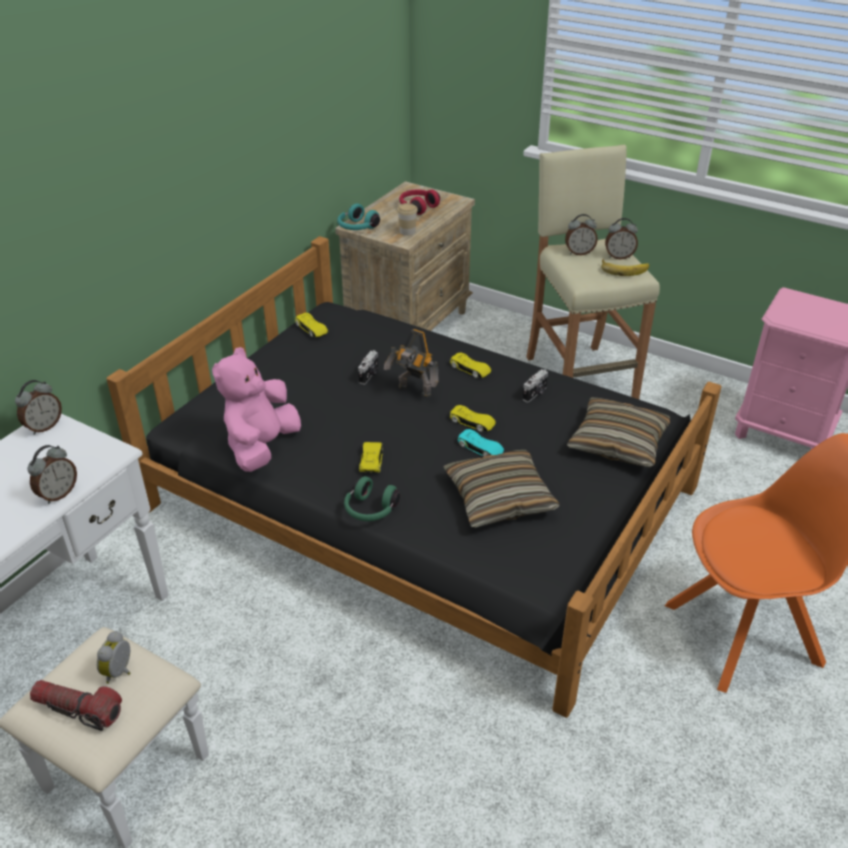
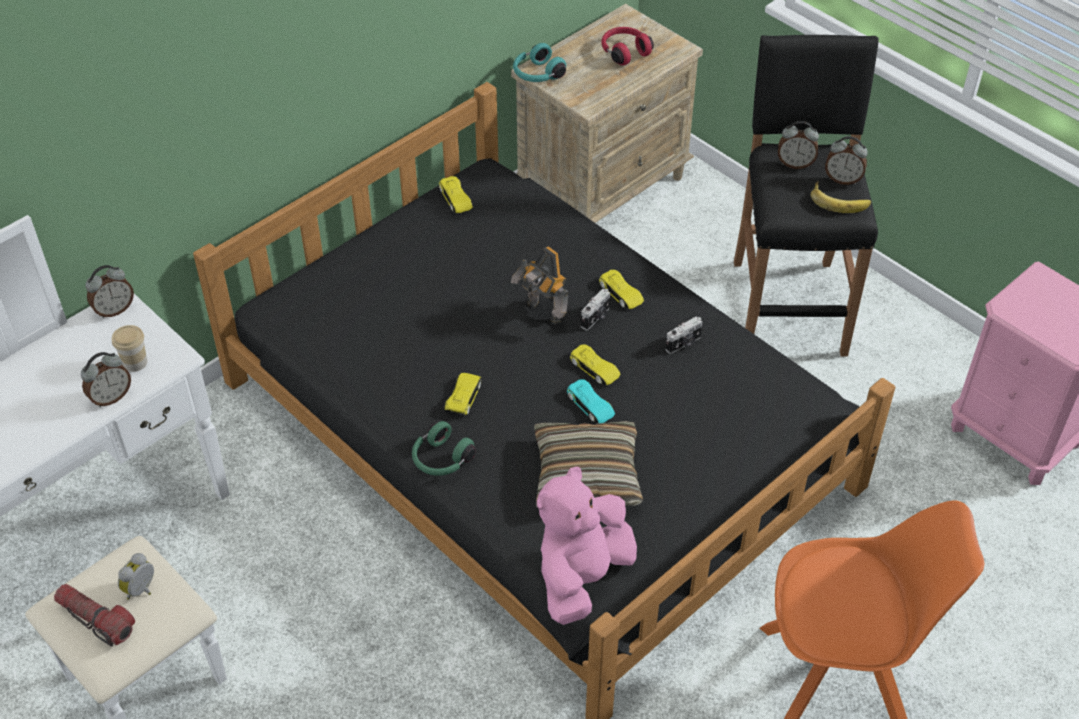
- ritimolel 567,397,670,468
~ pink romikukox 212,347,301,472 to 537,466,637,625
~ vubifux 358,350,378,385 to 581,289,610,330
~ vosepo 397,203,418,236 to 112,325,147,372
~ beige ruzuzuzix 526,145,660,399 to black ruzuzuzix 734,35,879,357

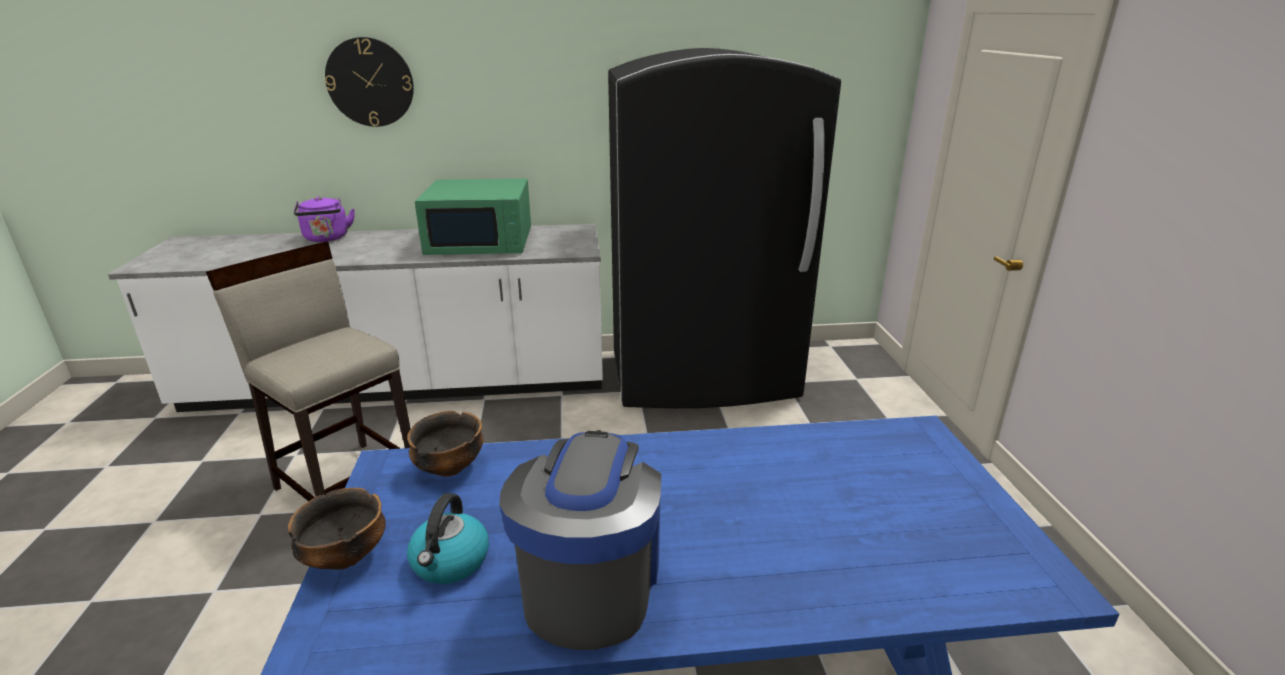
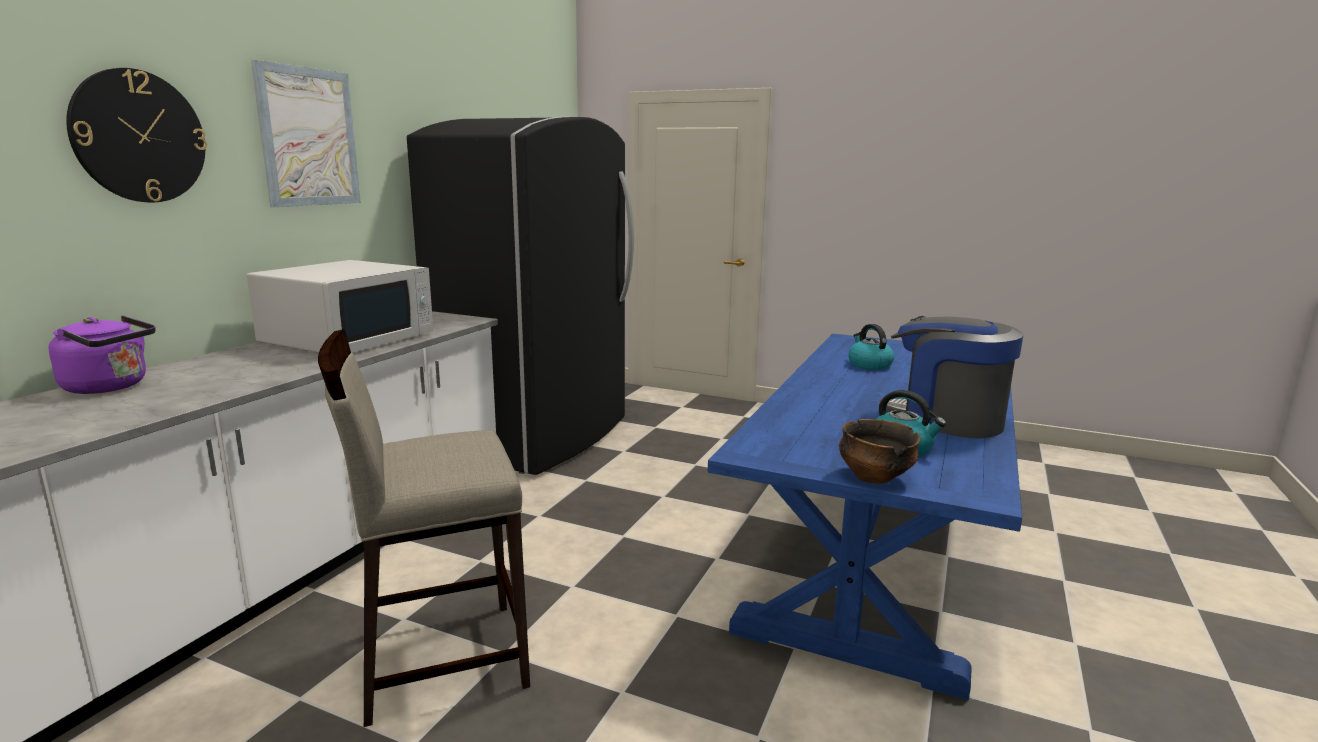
- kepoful 407,411,484,477
+ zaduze 251,60,361,207
+ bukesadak 849,324,894,370
~ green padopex 415,179,531,255 to white padopex 247,260,433,353

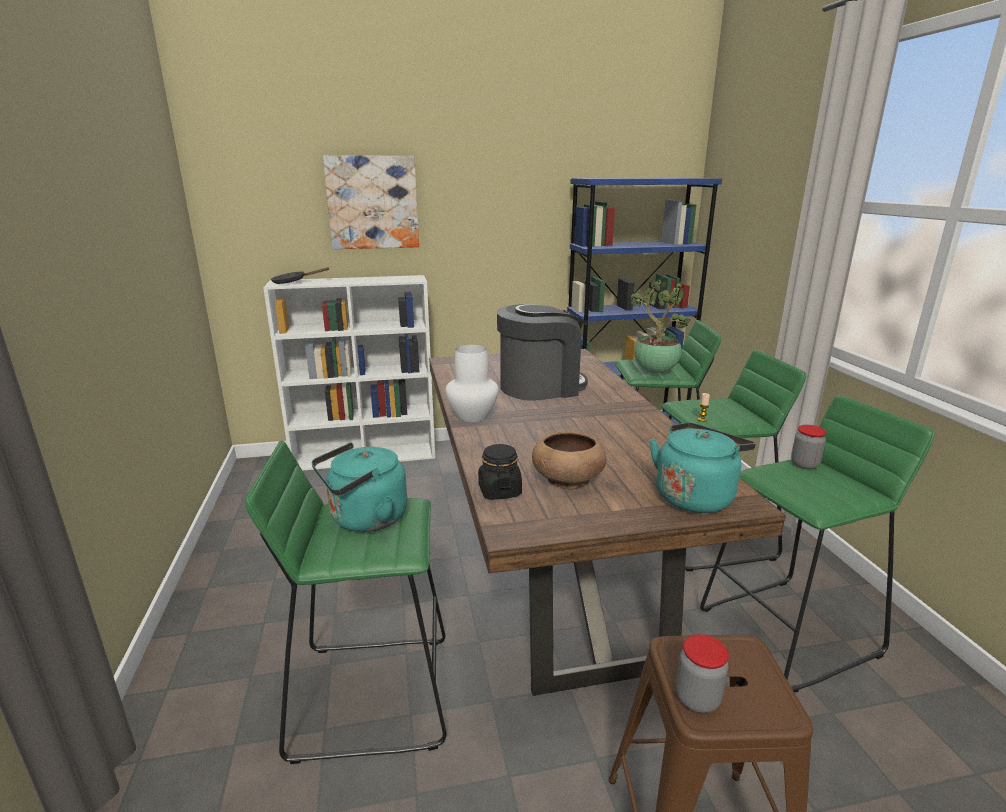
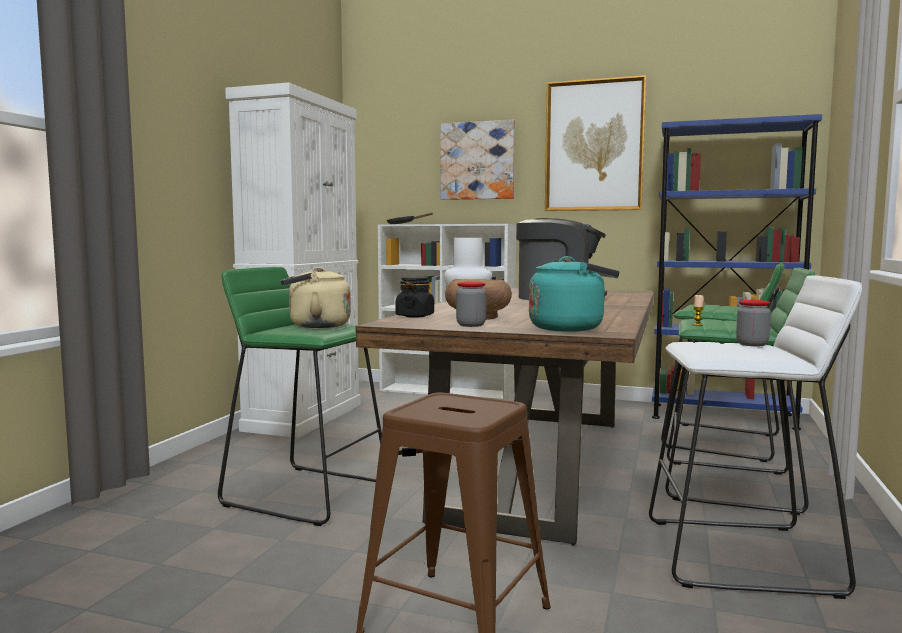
- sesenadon 631,280,690,374
+ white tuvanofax 225,82,361,438
+ zaduze 545,75,646,211
~ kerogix 676,634,729,713 to 456,281,486,327
~ turquoise bukesadak 312,442,407,532 to beige bukesadak 281,267,351,328
~ green ruzuzuzix 700,395,935,692 to white ruzuzuzix 649,275,862,599

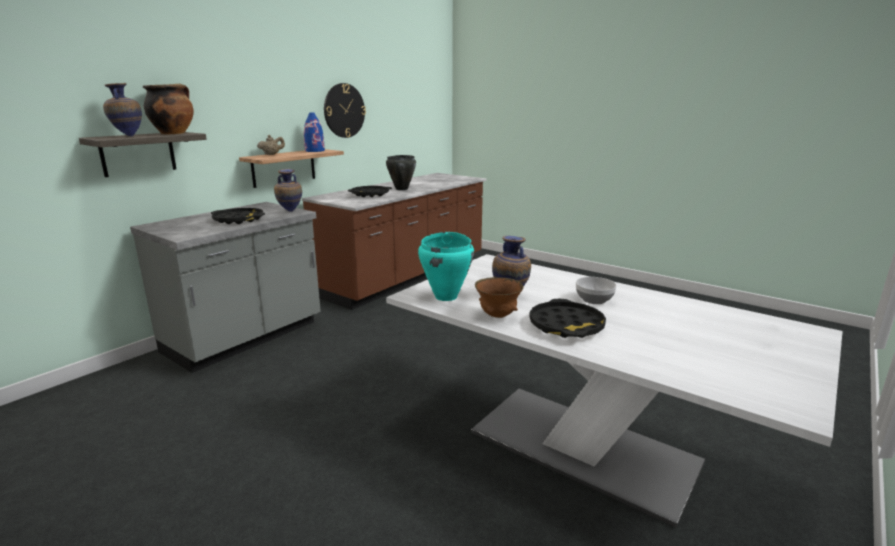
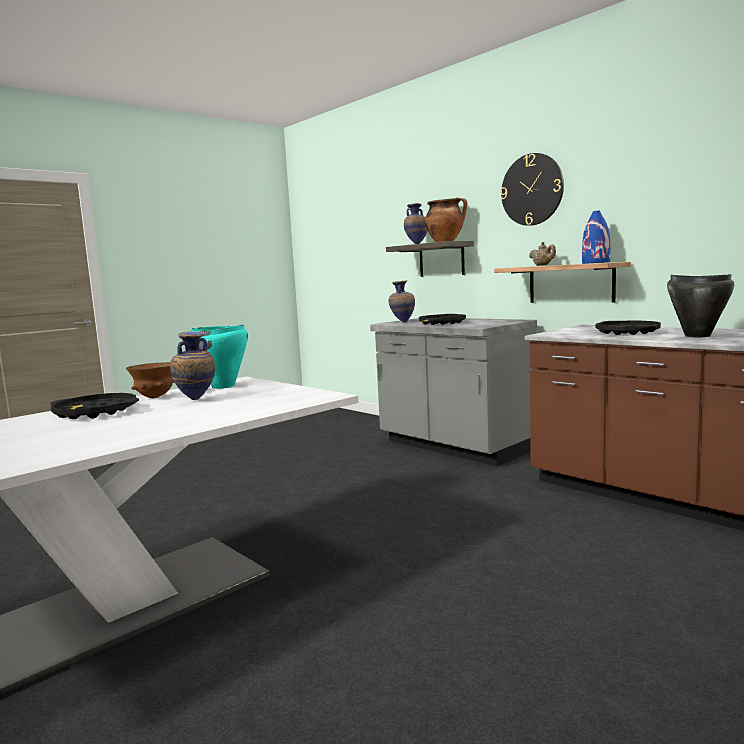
- kepoful 576,277,616,304
~ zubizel 274,169,302,212 to 388,280,415,323
~ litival 324,83,366,138 to 500,153,564,226

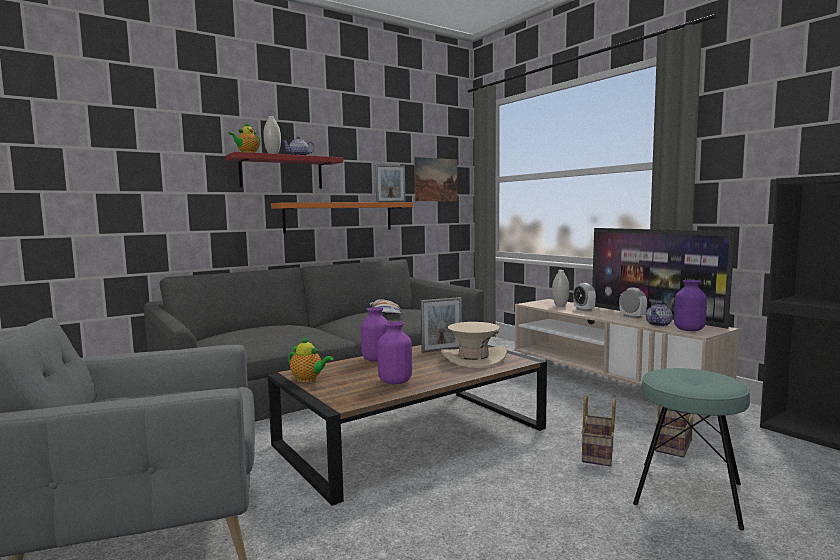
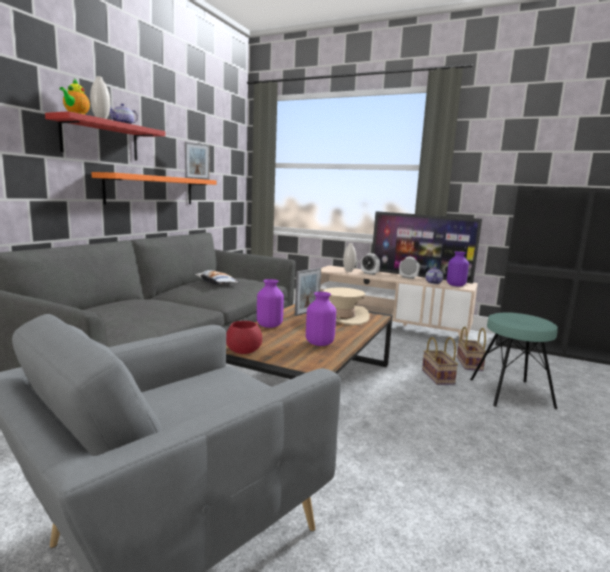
- zaduze 414,157,458,201
~ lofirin 288,336,334,382 to red kepoful 226,321,262,354

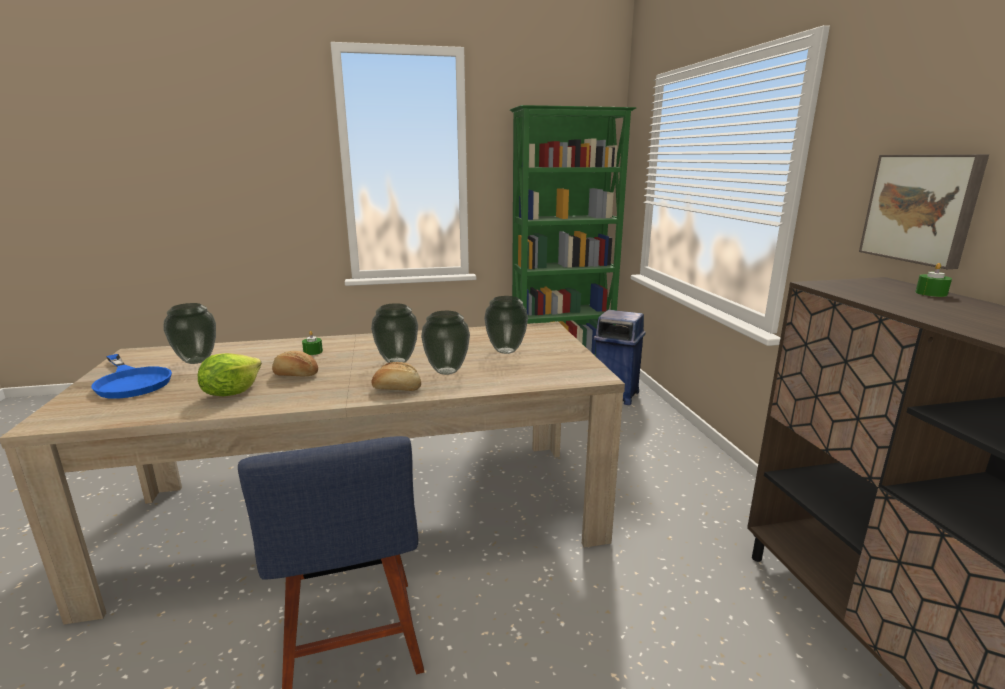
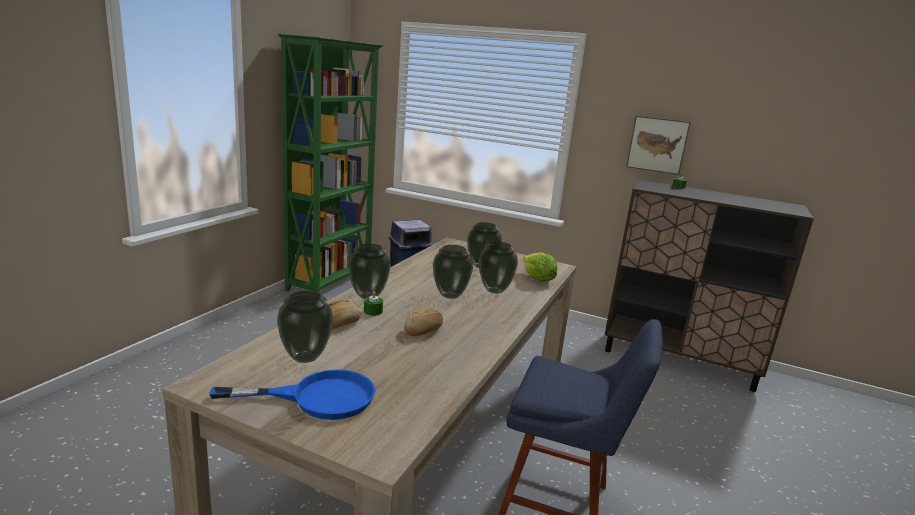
+ zubizel 348,243,391,299
~ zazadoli 198,353,262,396 to 523,252,557,282
~ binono 371,362,421,391 to 328,300,360,329

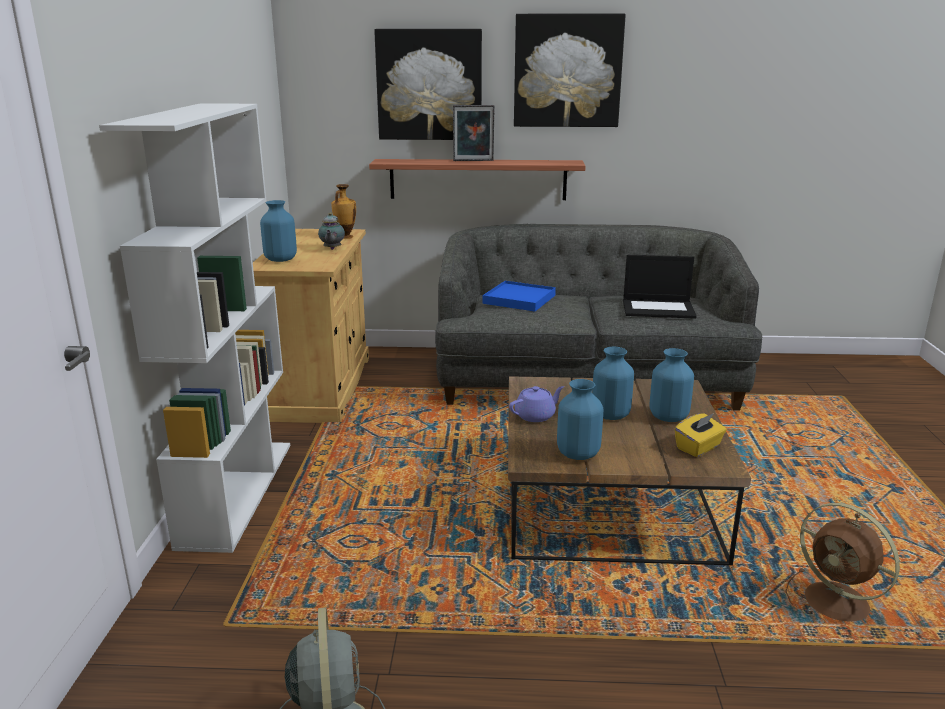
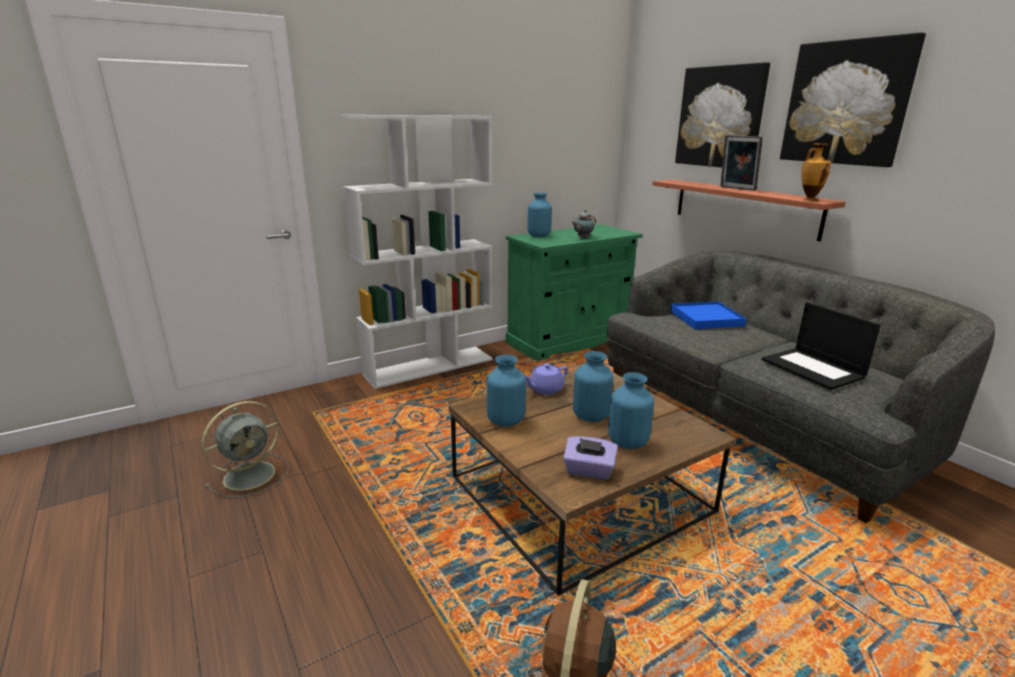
~ zubizel 331,184,356,239 to 802,143,831,201
~ beige tuvanofax 253,229,369,423 to green tuvanofax 506,224,643,361
~ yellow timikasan 675,413,727,457 to purple timikasan 563,436,618,480
~ purple lofirin 509,386,564,422 = 525,363,568,395 120 degrees clockwise

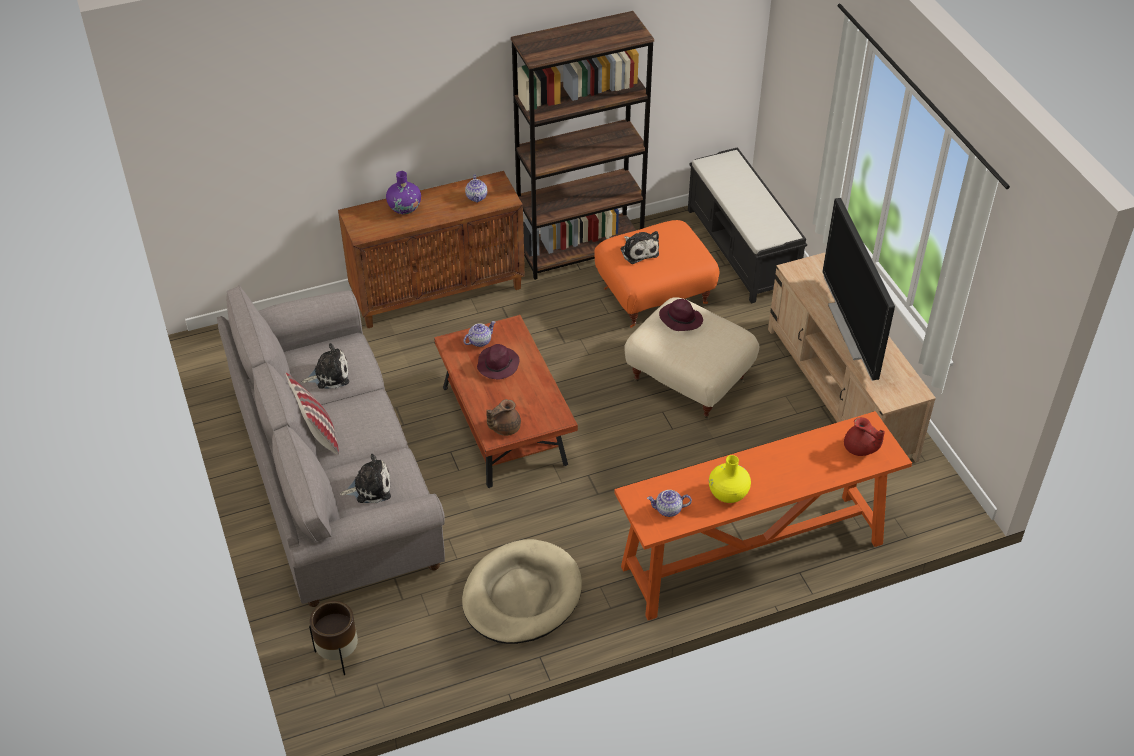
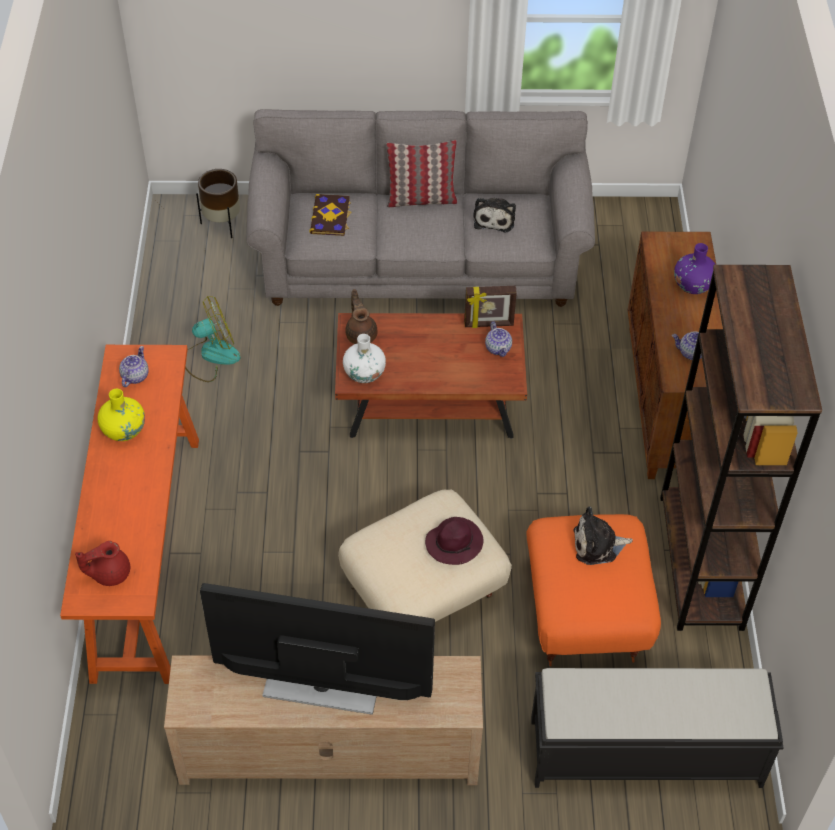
- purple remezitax 477,344,519,379
+ white zubizel 343,334,386,383
+ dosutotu 464,286,517,328
~ romikukox 340,454,391,503 to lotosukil 310,194,352,236
~ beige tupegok 462,539,582,644 to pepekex 185,296,241,382

